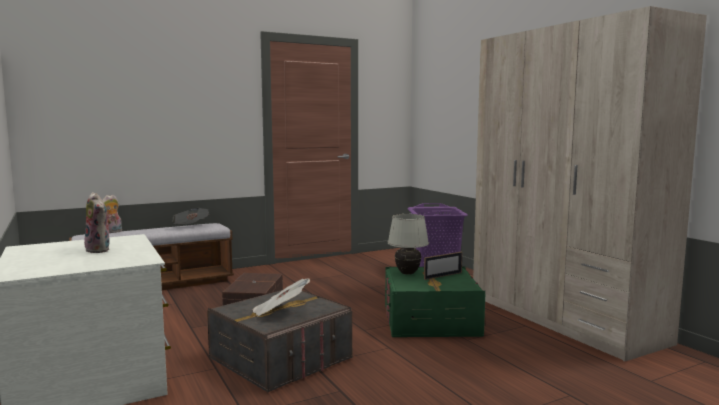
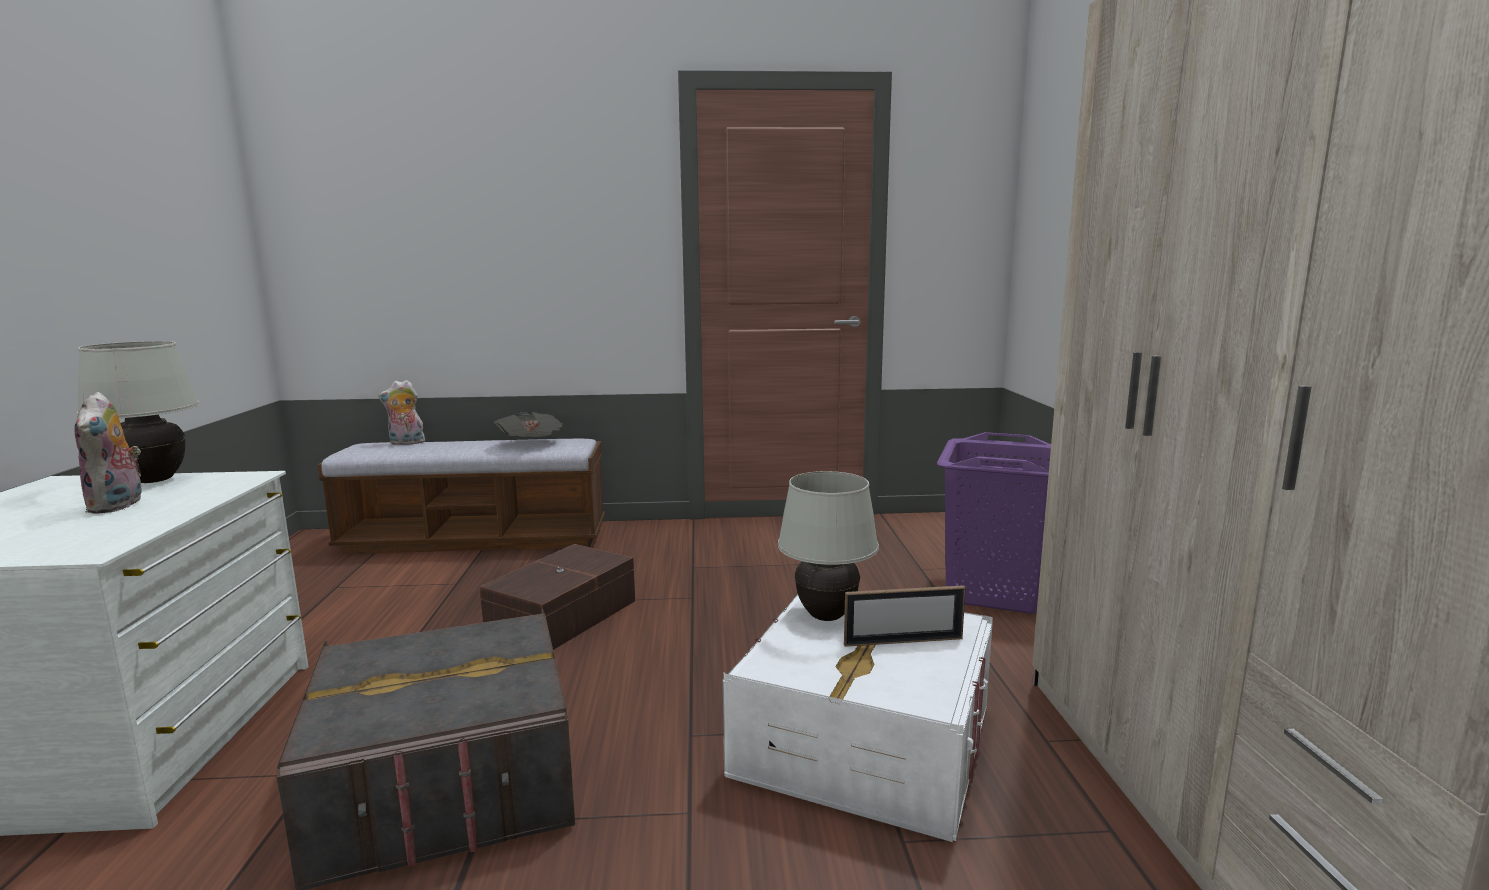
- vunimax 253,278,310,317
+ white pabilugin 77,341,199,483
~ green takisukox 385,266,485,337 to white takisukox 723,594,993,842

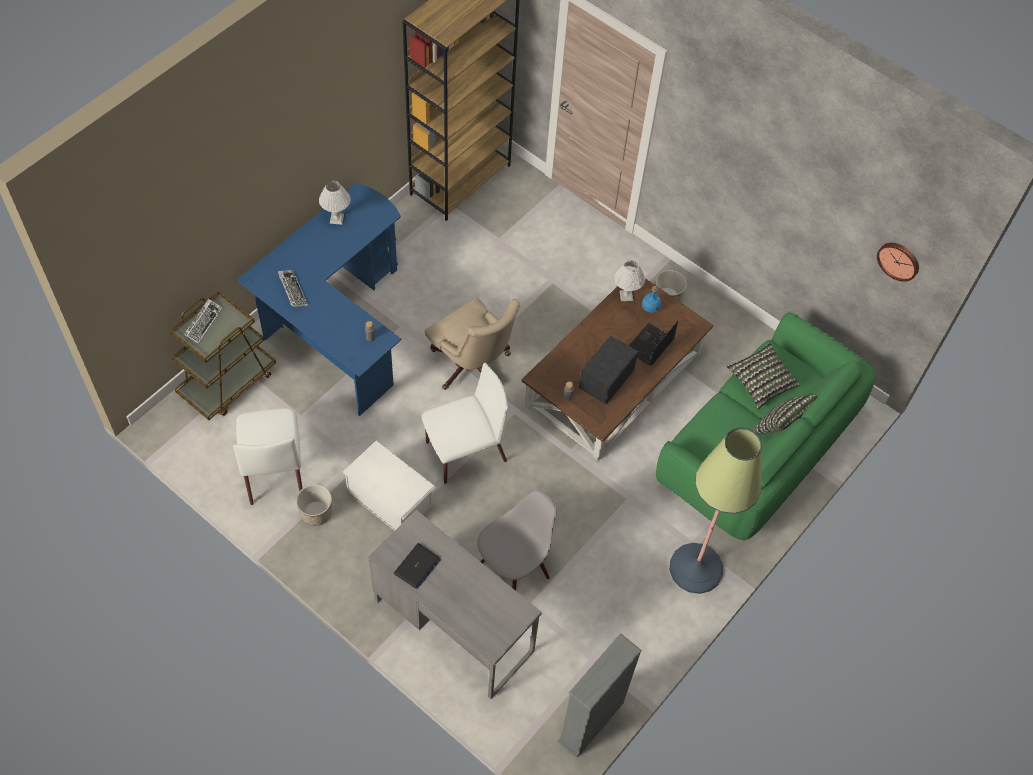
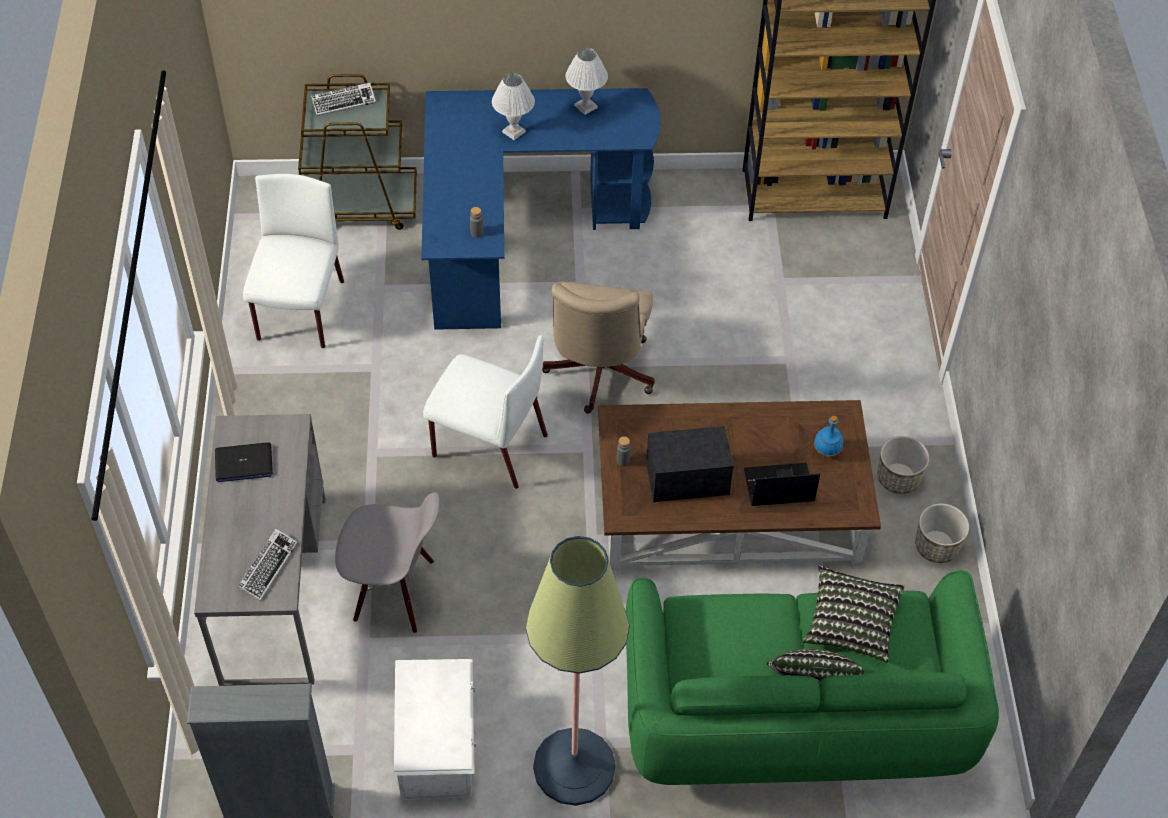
- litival 877,243,919,282
~ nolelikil 278,270,308,307 to 237,528,298,601
~ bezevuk 296,484,332,526 to 915,504,969,563
~ white takisukox 343,441,436,531 to 394,659,476,800
~ white pabilugin 614,260,645,301 to 492,73,535,140
~ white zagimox 233,408,302,505 = 243,174,344,348 150 degrees clockwise

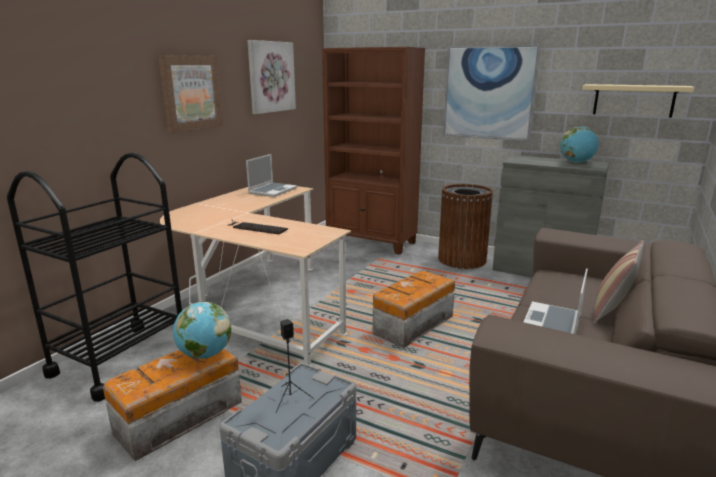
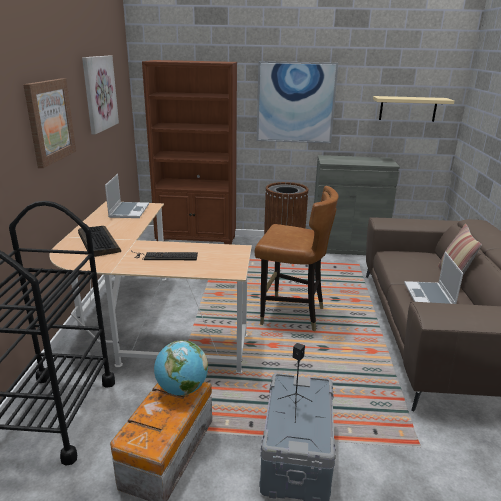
- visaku 560,126,599,163
+ nolelikil 78,226,121,257
~ takisukox 373,271,455,348 to brown zagimox 255,186,339,332

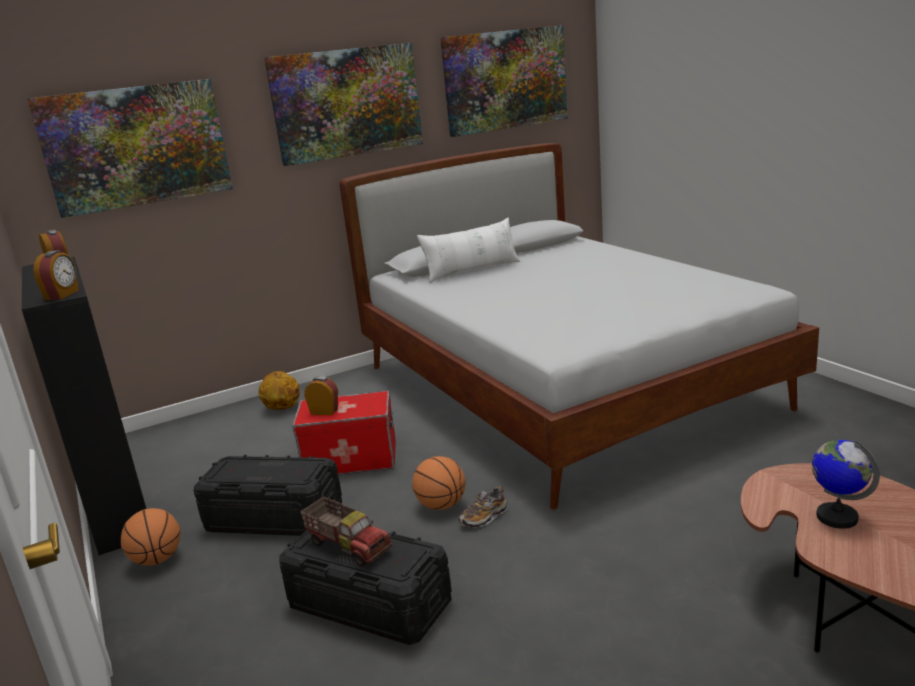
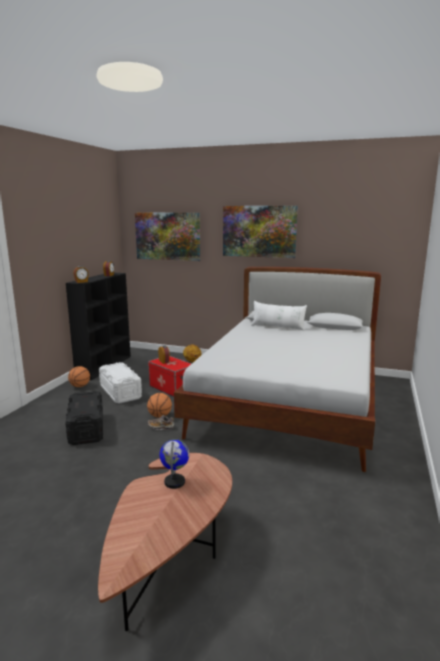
- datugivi 300,497,392,567
- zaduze 440,25,568,137
~ black takisukox 193,455,342,536 to white takisukox 99,362,142,403

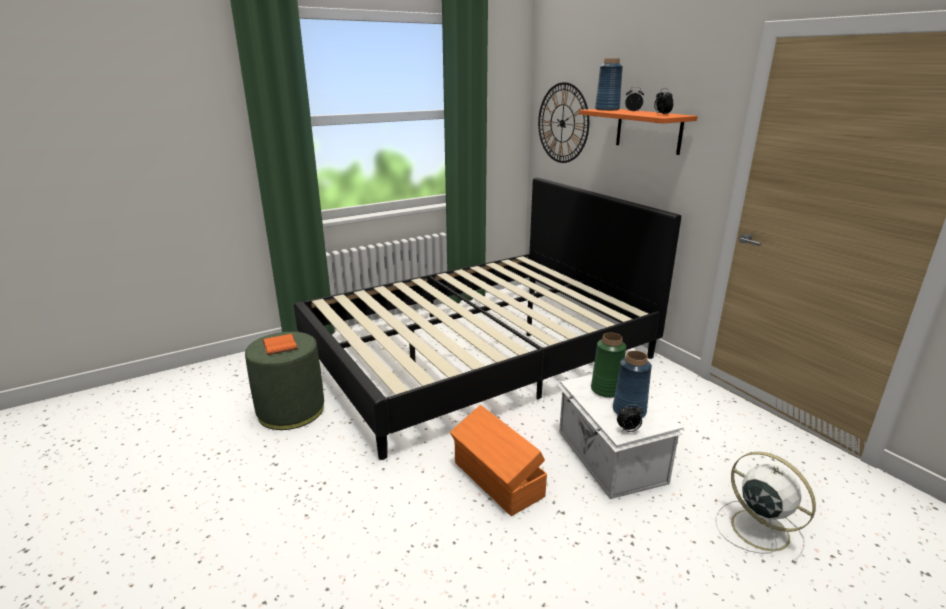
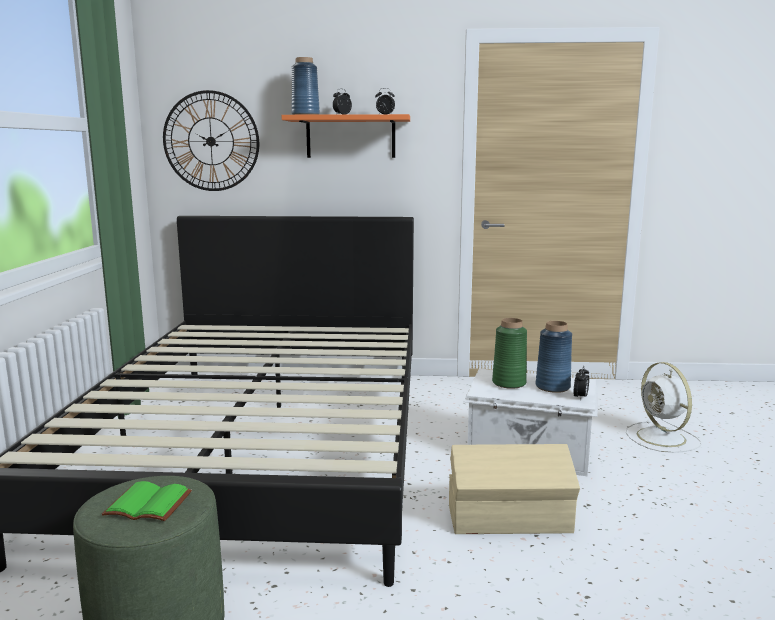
~ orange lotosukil 263,334,298,355 to green lotosukil 102,481,192,521
~ orange takisukox 450,405,547,516 to beige takisukox 449,444,580,534
~ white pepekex 716,452,816,564 = 626,362,701,453 105 degrees counterclockwise

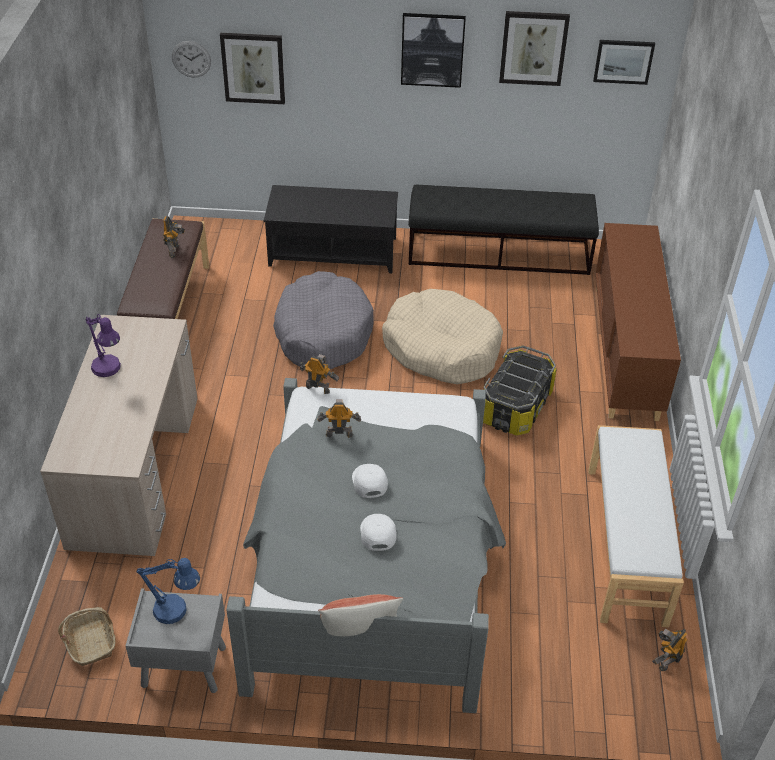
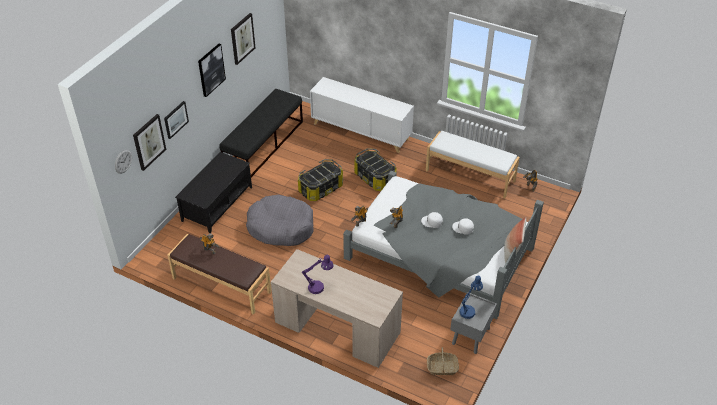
~ zaduze 593,40,655,85 to 164,101,189,139
~ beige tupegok 382,289,503,384 to takisukox 298,159,343,201
~ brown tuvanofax 595,223,681,421 to white tuvanofax 310,77,414,153

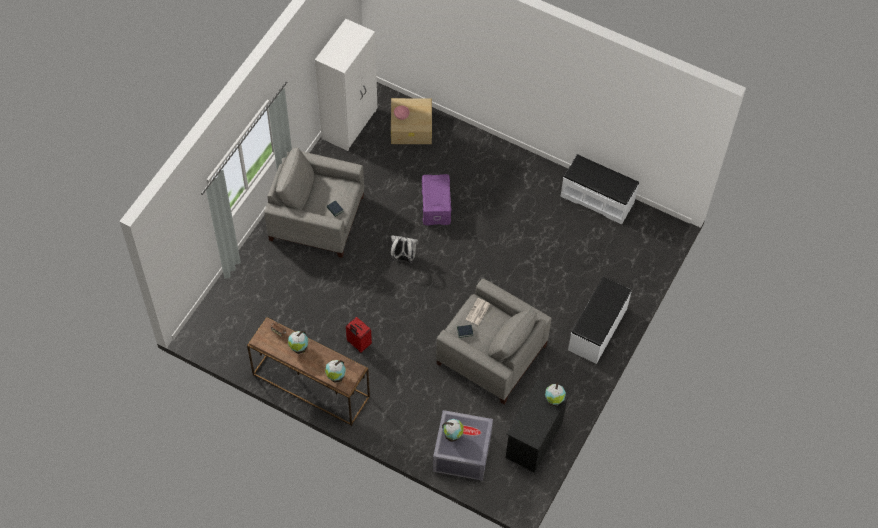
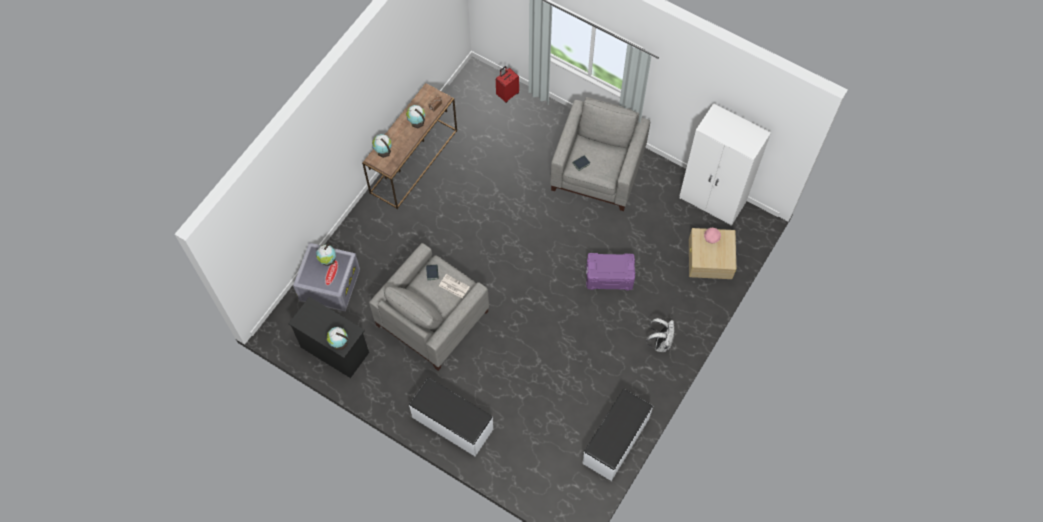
~ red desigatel 346,317,372,353 to 496,66,519,103
~ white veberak 391,236,418,263 to 646,318,674,352

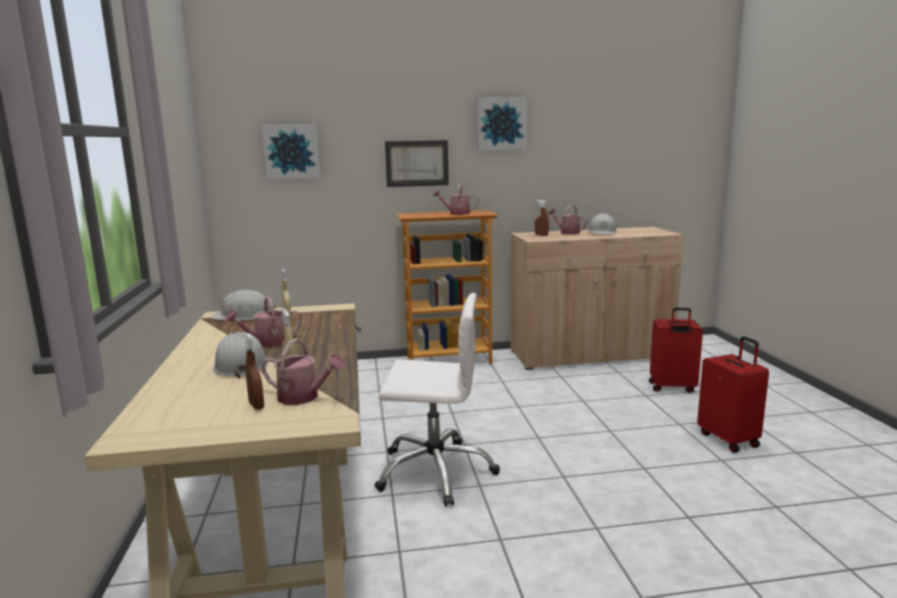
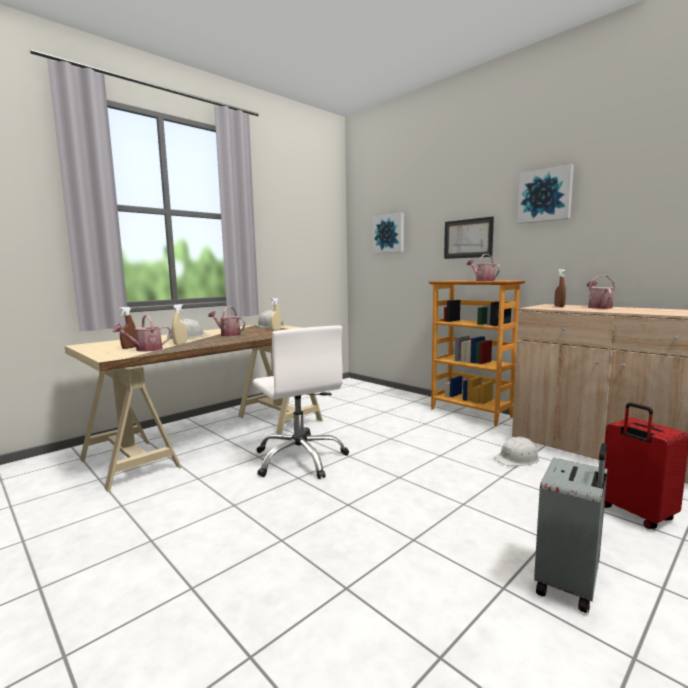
~ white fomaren 588,213,617,235 to 493,436,539,466
~ red desigatel 697,336,769,453 to grey desigatel 534,443,608,613
~ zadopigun 261,338,345,405 = 113,315,171,352 60 degrees clockwise

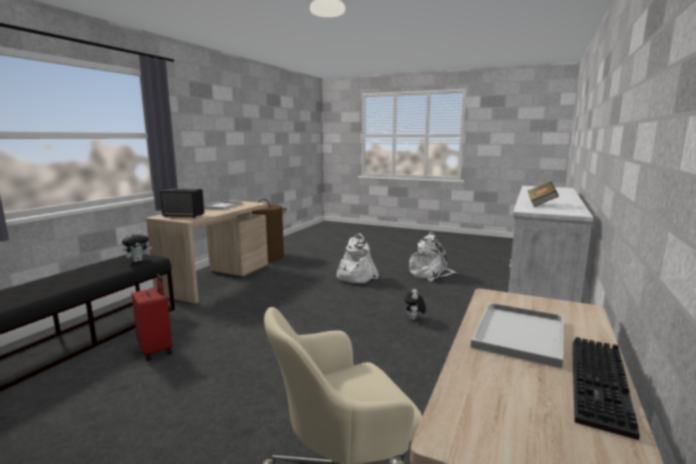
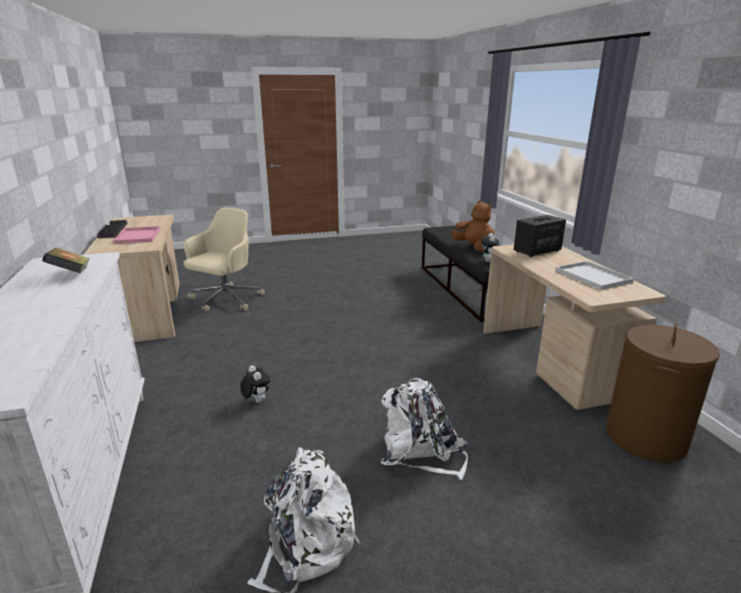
- red desigatel 132,274,173,361
+ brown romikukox 451,200,494,251
~ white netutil 471,302,564,368 to pink netutil 113,226,160,244

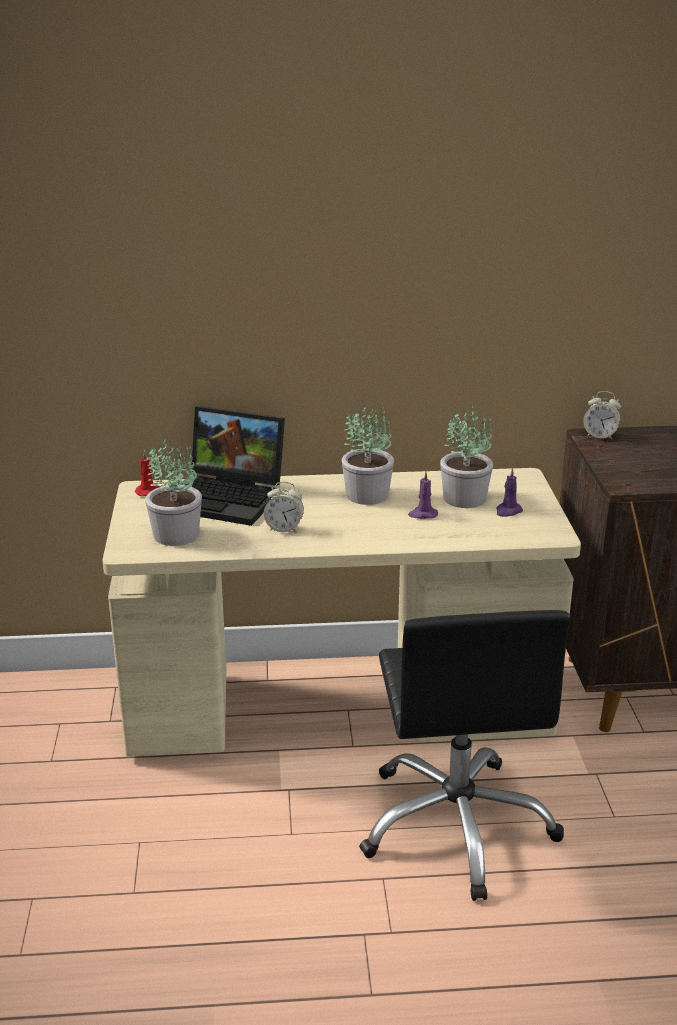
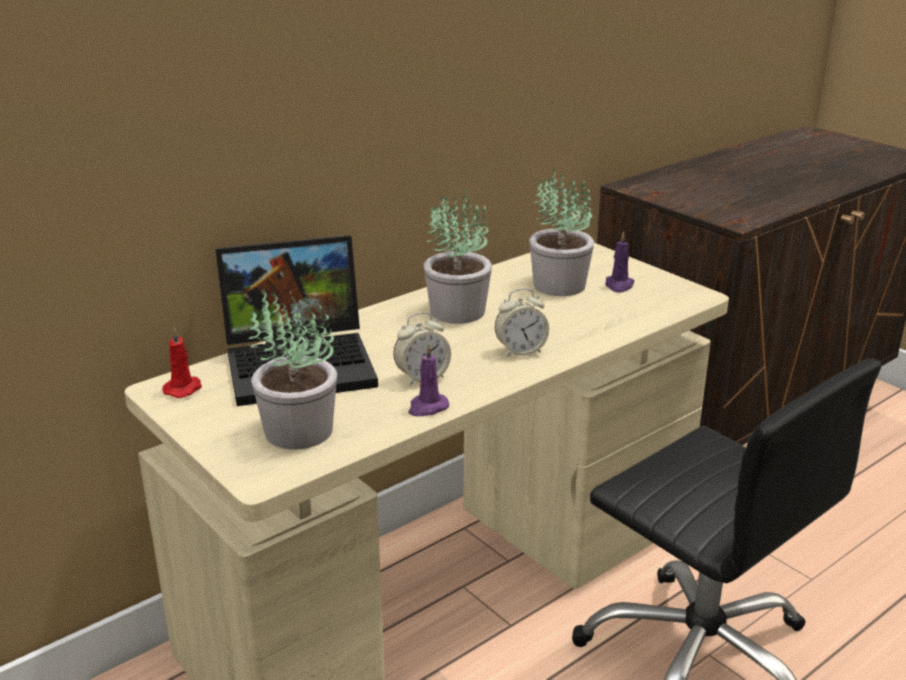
~ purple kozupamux 408,471,438,519 to 408,343,449,416
~ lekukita 583,391,621,440 to 495,289,549,357

